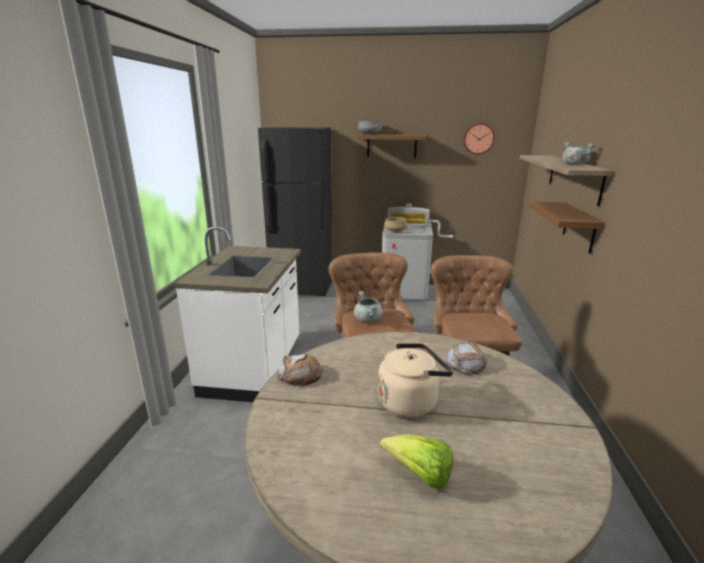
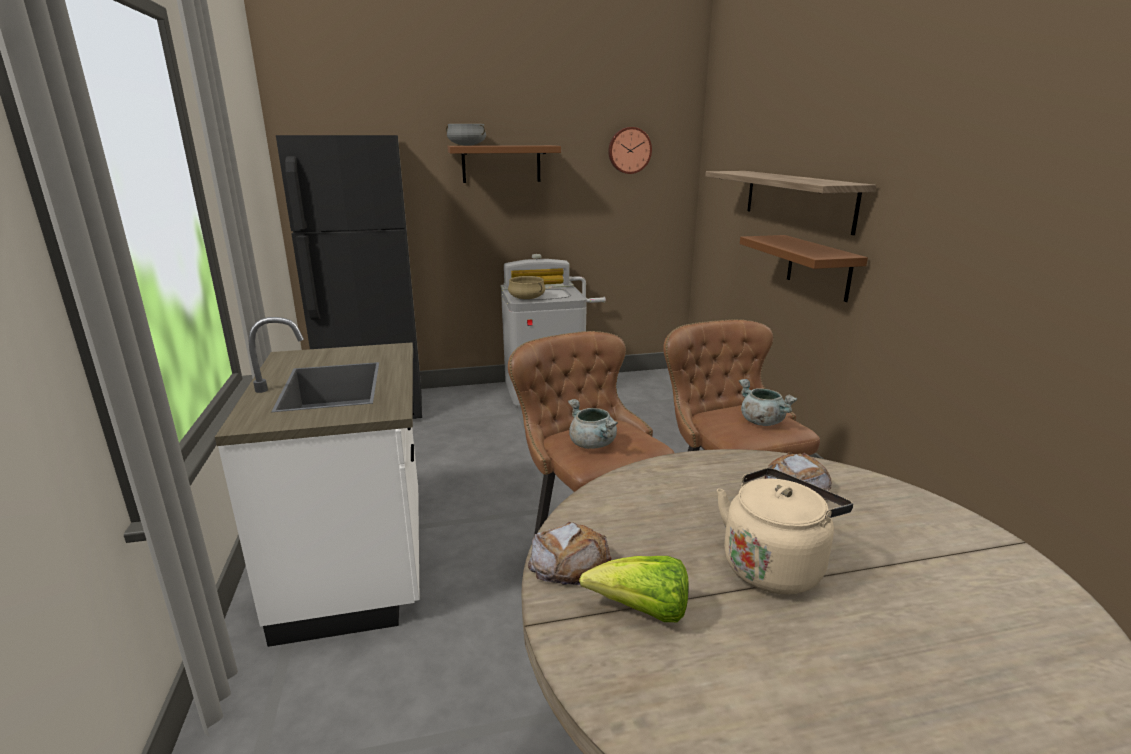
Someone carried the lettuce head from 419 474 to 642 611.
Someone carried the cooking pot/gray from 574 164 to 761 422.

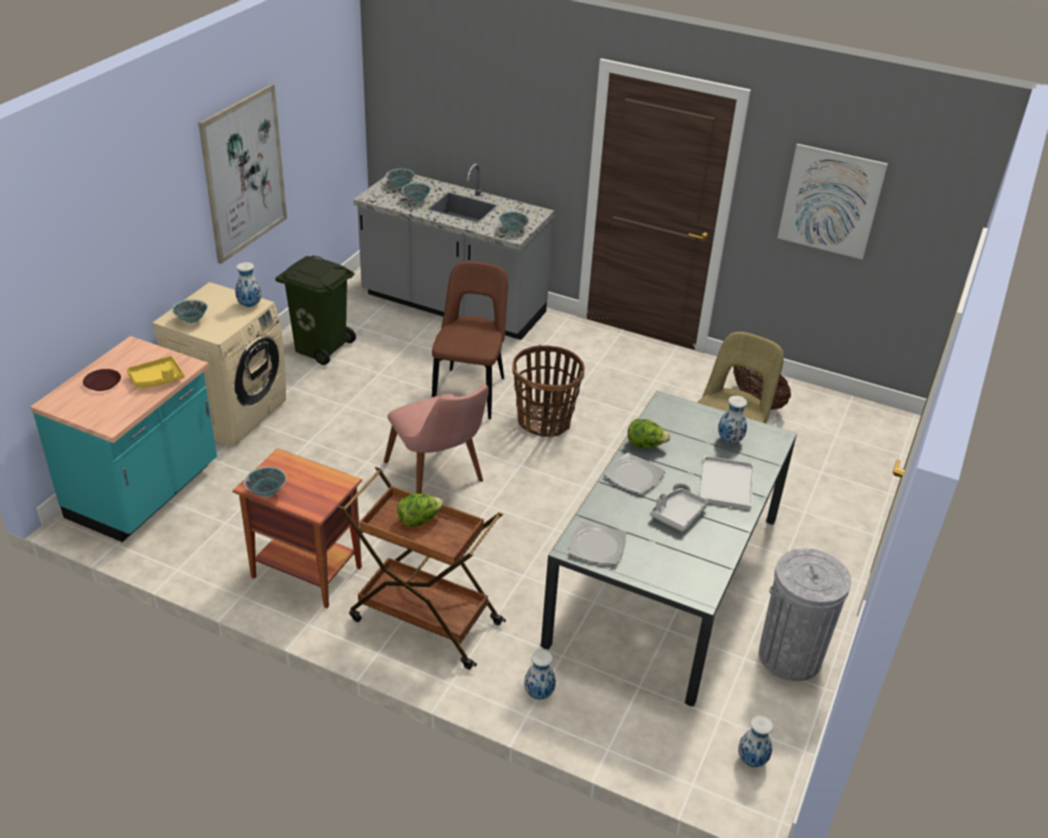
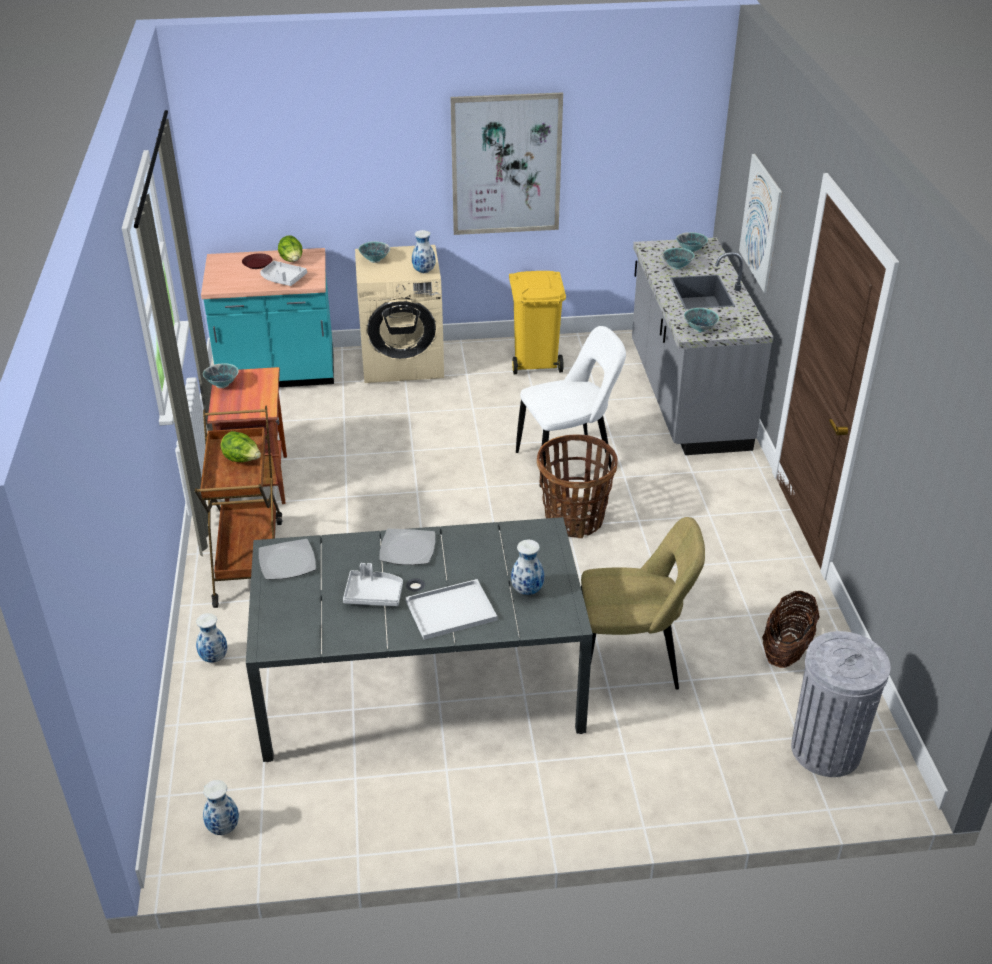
Someone took away the plain chair/pinkish at 440 478.
Someone carried the lettuce head from 645 445 to 292 261.
Someone carried the rubbish bin/gray from 790 656 to 826 749.
Someone carried the picture from 830 201 to 760 223.
Someone repainted the carrying tray/yellow at 157 379, which became the carrying tray/gray at 283 279.
Someone repainted the rubbish bin/greenish at 321 347, which became the rubbish bin/yellow at 536 362.
Someone repainted the plain chair/brown-coloured at 470 391, which became the plain chair/whitish at 568 460.

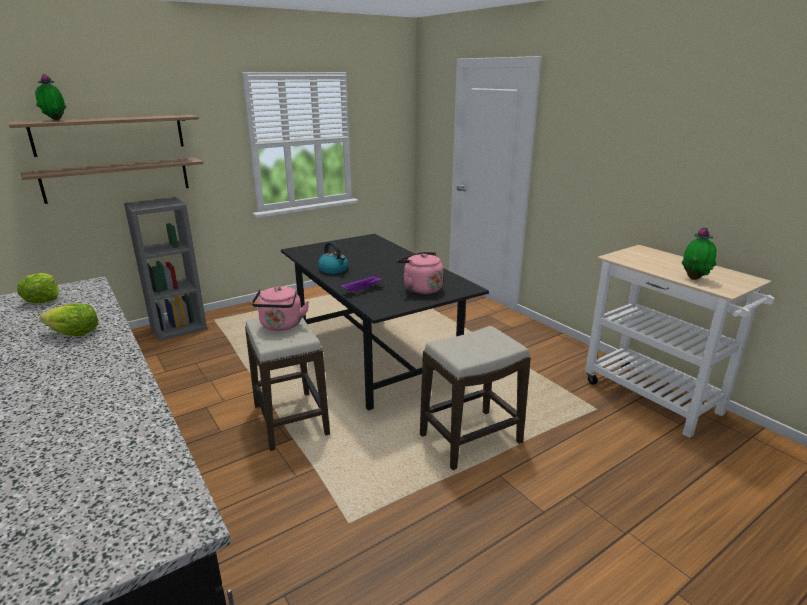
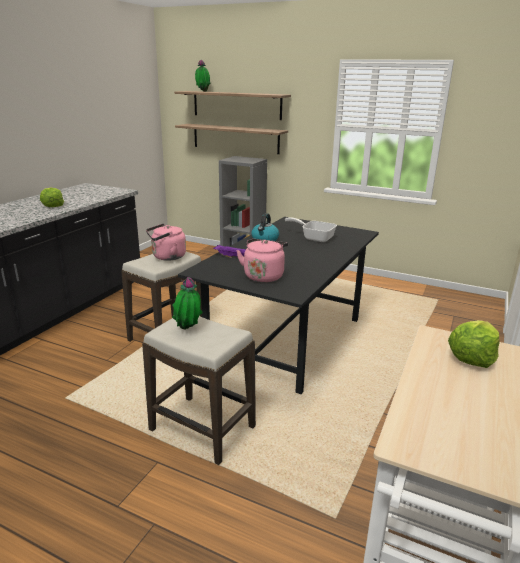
Someone put down the skillet at 314 238.
Someone carried the lettuce head from 42 299 to 472 356.
Someone carried the plant in a pot from 694 278 to 188 329.

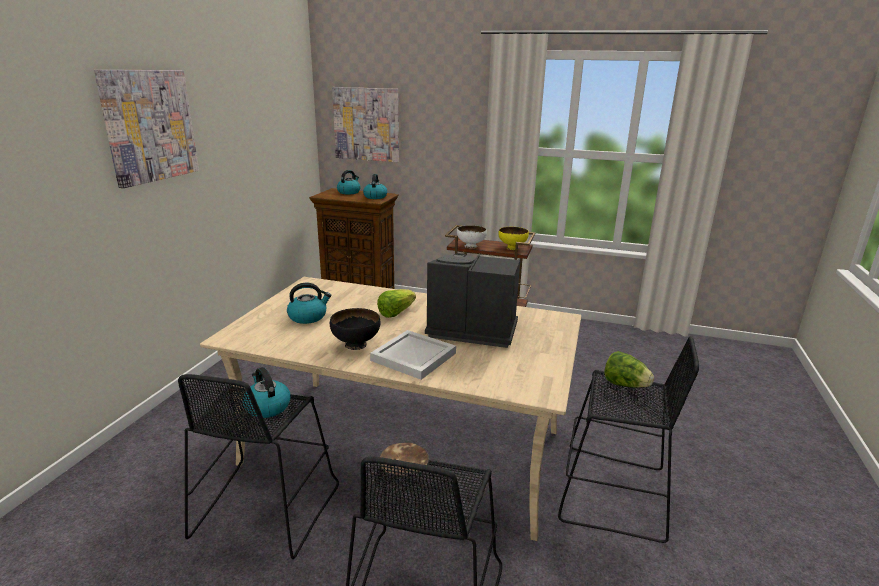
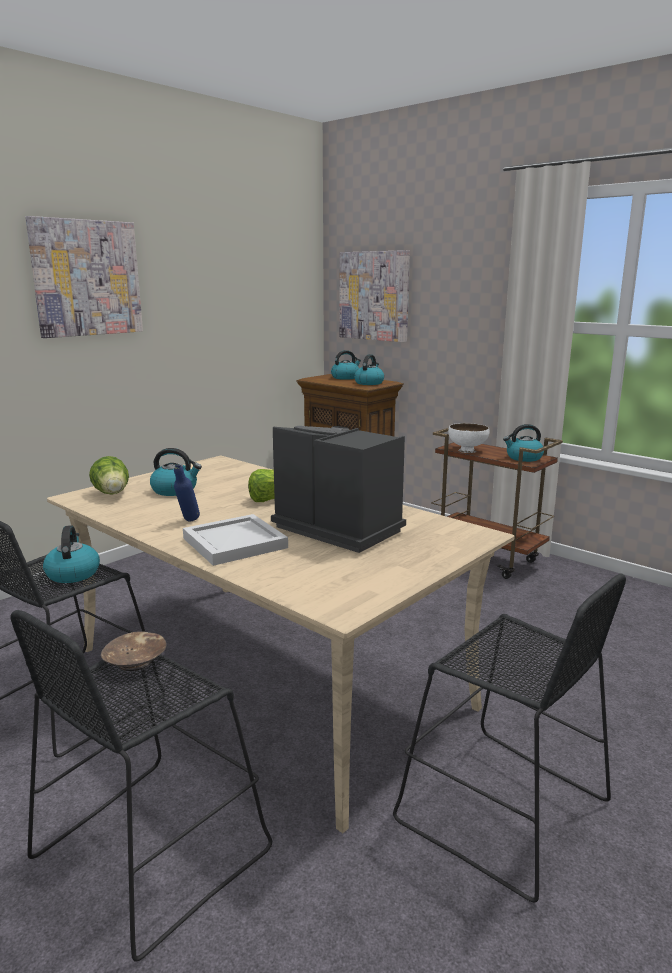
Someone carried the lettuce head from 625 385 to 112 494.
Someone swapped the deep dish/black-coloured at 356 345 for the beverage bottle/blue-coloured at 188 522.
Someone swapped the deep dish/yellow at 512 248 for the kettle at 523 458.

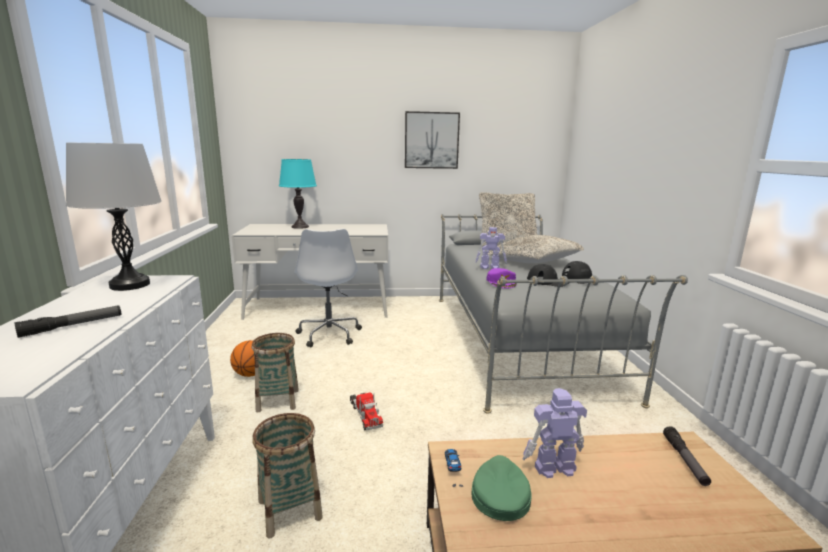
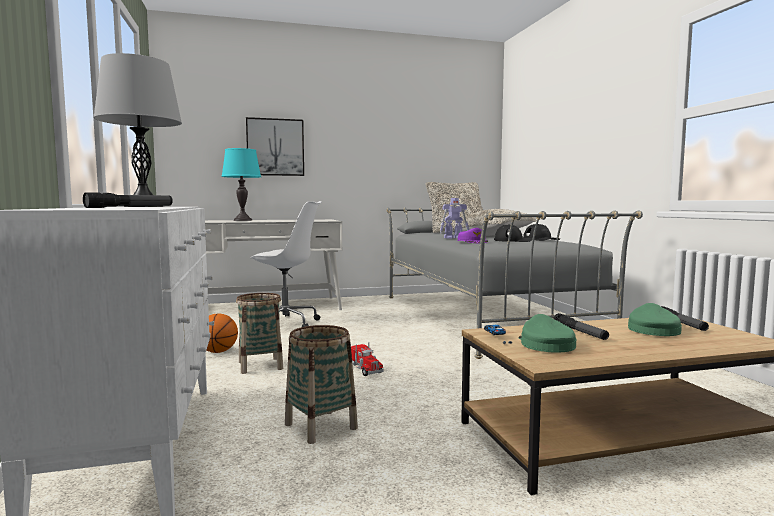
Someone put down the peaked cap/greenish at 652 329.
Someone carried the picture from 431 140 to 275 147.
Someone swapped the robot figure at 553 467 for the flashlight at 580 332.
Someone rotated the computer chair/whitish at 329 335 by 60 degrees counterclockwise.

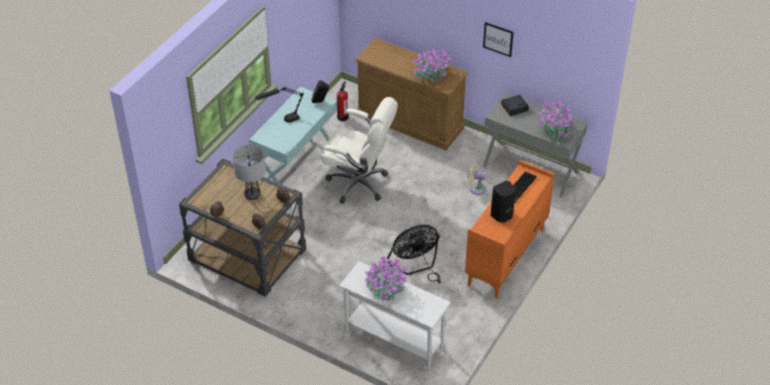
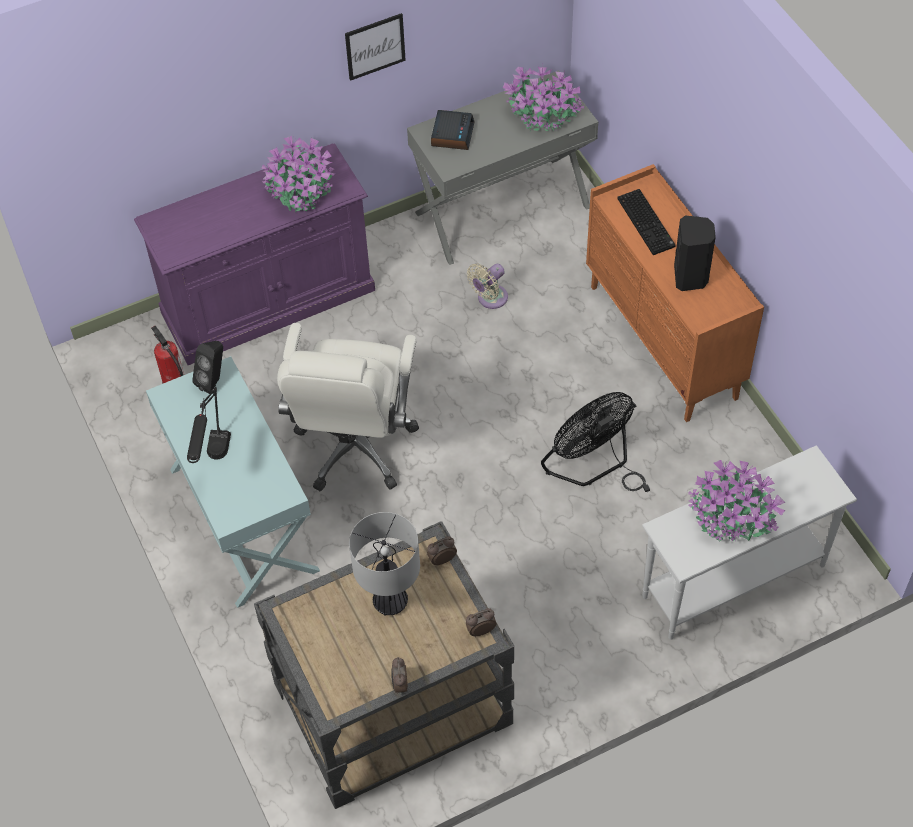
Someone repainted the cupboard/brown-coloured at 410 122, which became the cupboard/purple at 270 301.
Someone rotated the computer chair/whitish at 359 184 by 135 degrees clockwise.
Someone rotated the fan/black-coloured at 418 266 by 45 degrees clockwise.

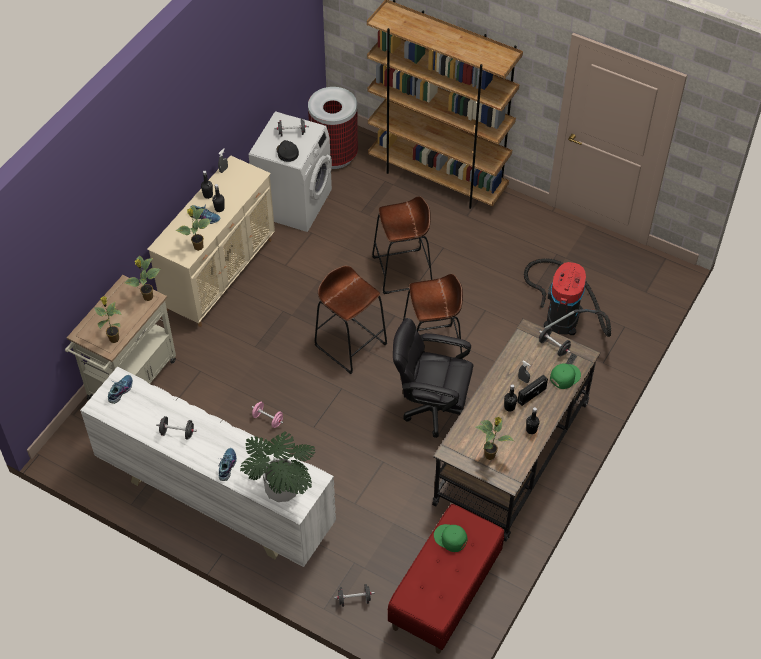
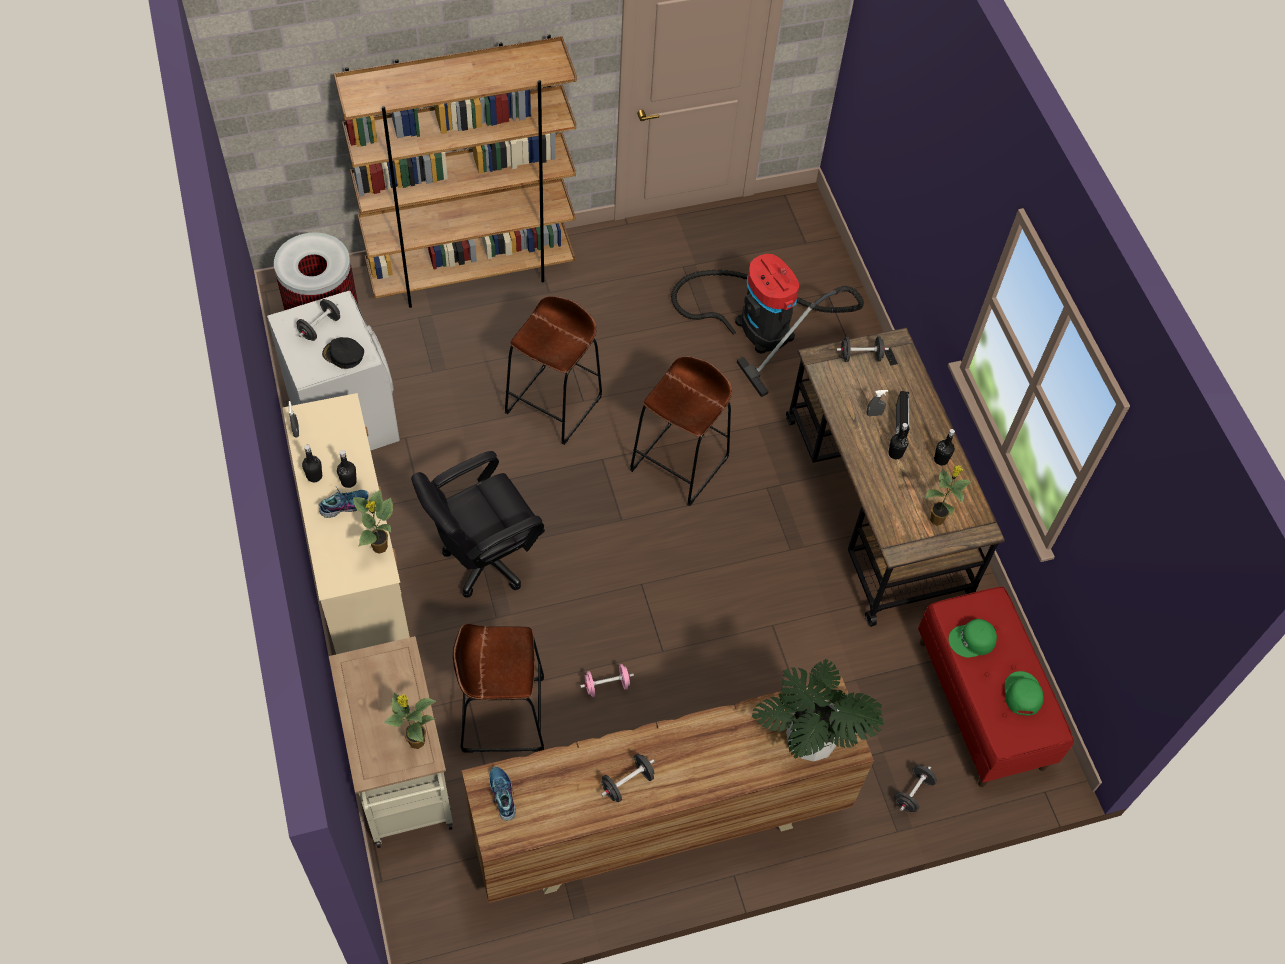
Someone took away the plant in a pot at 147 297.
Someone took away the shoe at 227 466.
Someone carried the sitting stool/brown-coloured from 350 344 to 502 714.
Someone carried the computer chair/black-coloured from 430 411 to 483 565.
Someone carried the peaked cap/greenish from 564 376 to 1022 694.
Someone repainted the cupboard/whitish at 214 501, which became the cupboard/brown-coloured at 658 827.

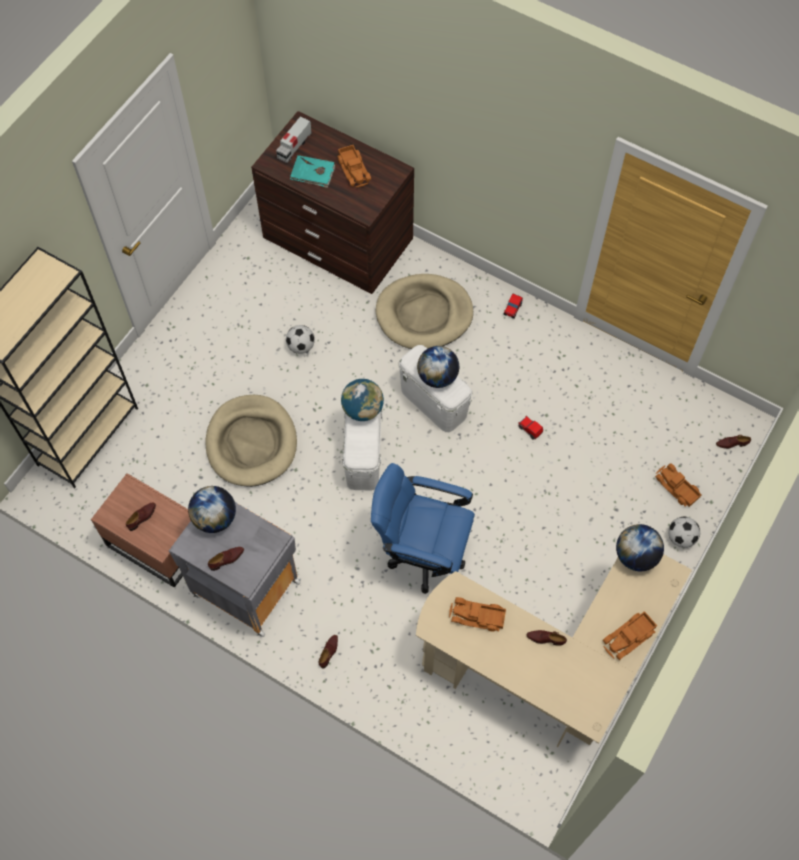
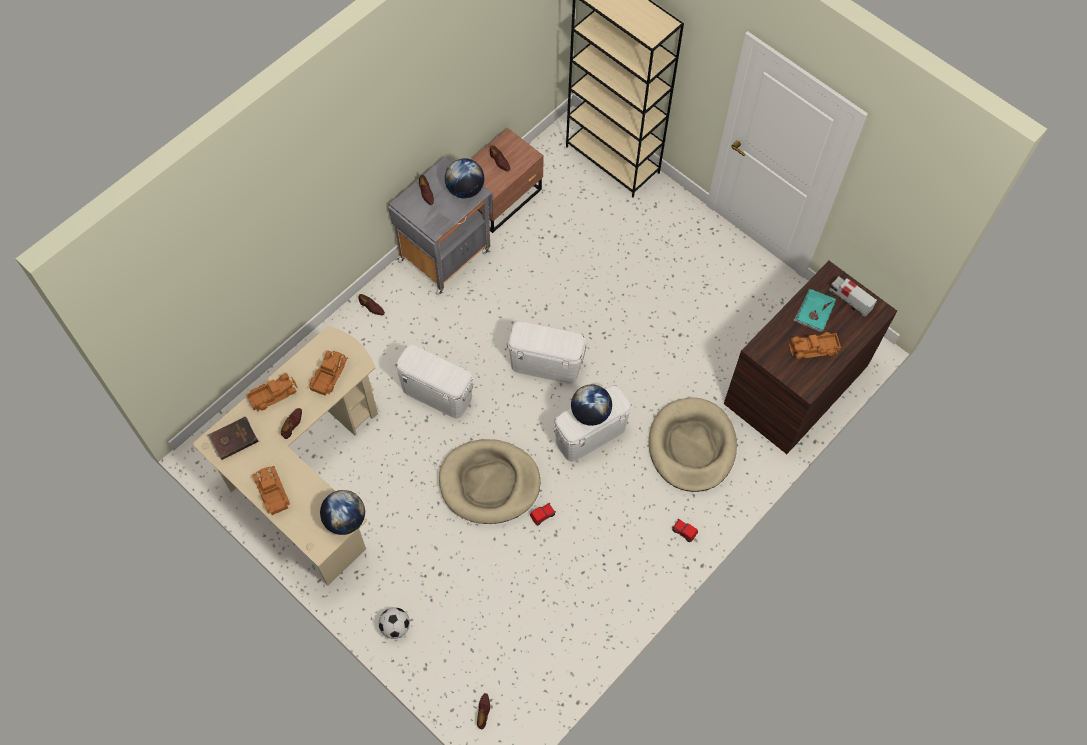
Someone took away the football ball at 301 346.
Someone took away the desk globe at 362 409.
Someone put down the book/brown-coloured at 233 438.
Someone carried the dog cushion/beige from 251 443 to 489 483.
Someone carried the toy truck from 676 488 to 272 394.
Someone swapped the computer chair/blue-coloured at 421 556 for the storage container/whitish at 437 393.

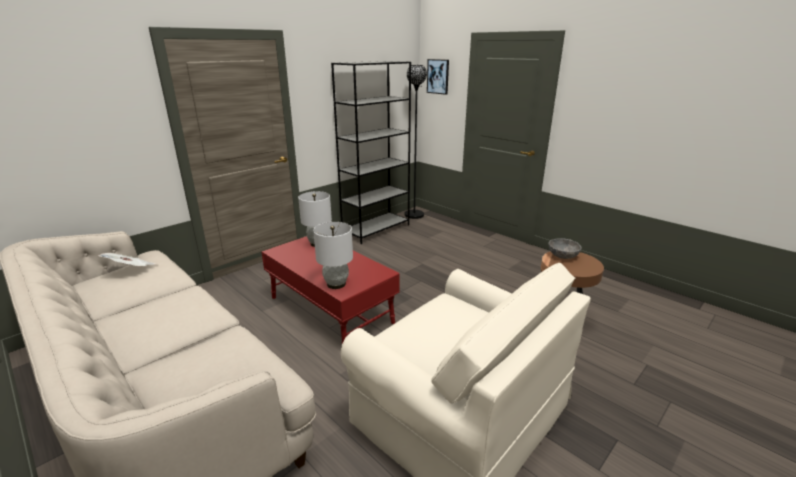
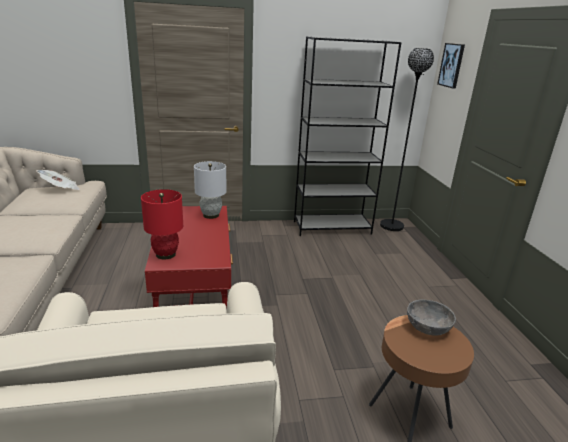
Someone repainted the table lamp/whitish at 336 284, which became the table lamp/red-coloured at 166 254.

